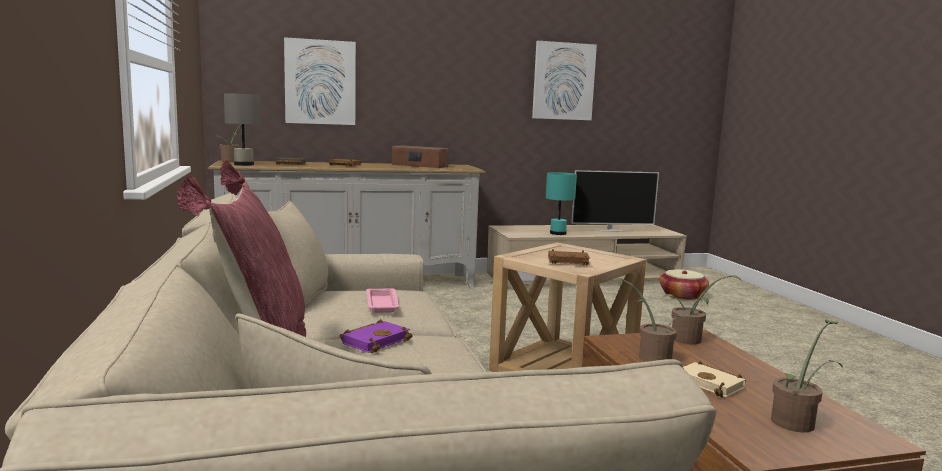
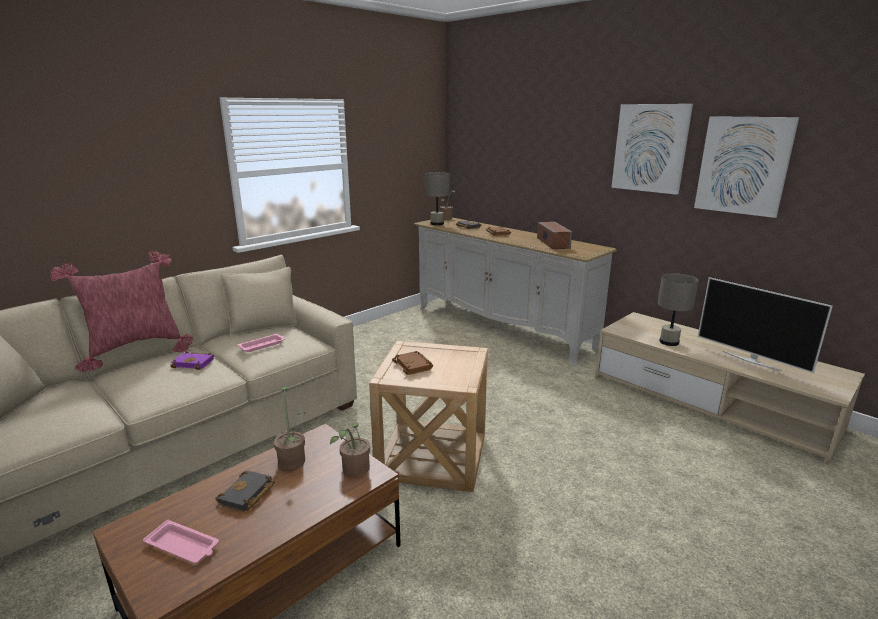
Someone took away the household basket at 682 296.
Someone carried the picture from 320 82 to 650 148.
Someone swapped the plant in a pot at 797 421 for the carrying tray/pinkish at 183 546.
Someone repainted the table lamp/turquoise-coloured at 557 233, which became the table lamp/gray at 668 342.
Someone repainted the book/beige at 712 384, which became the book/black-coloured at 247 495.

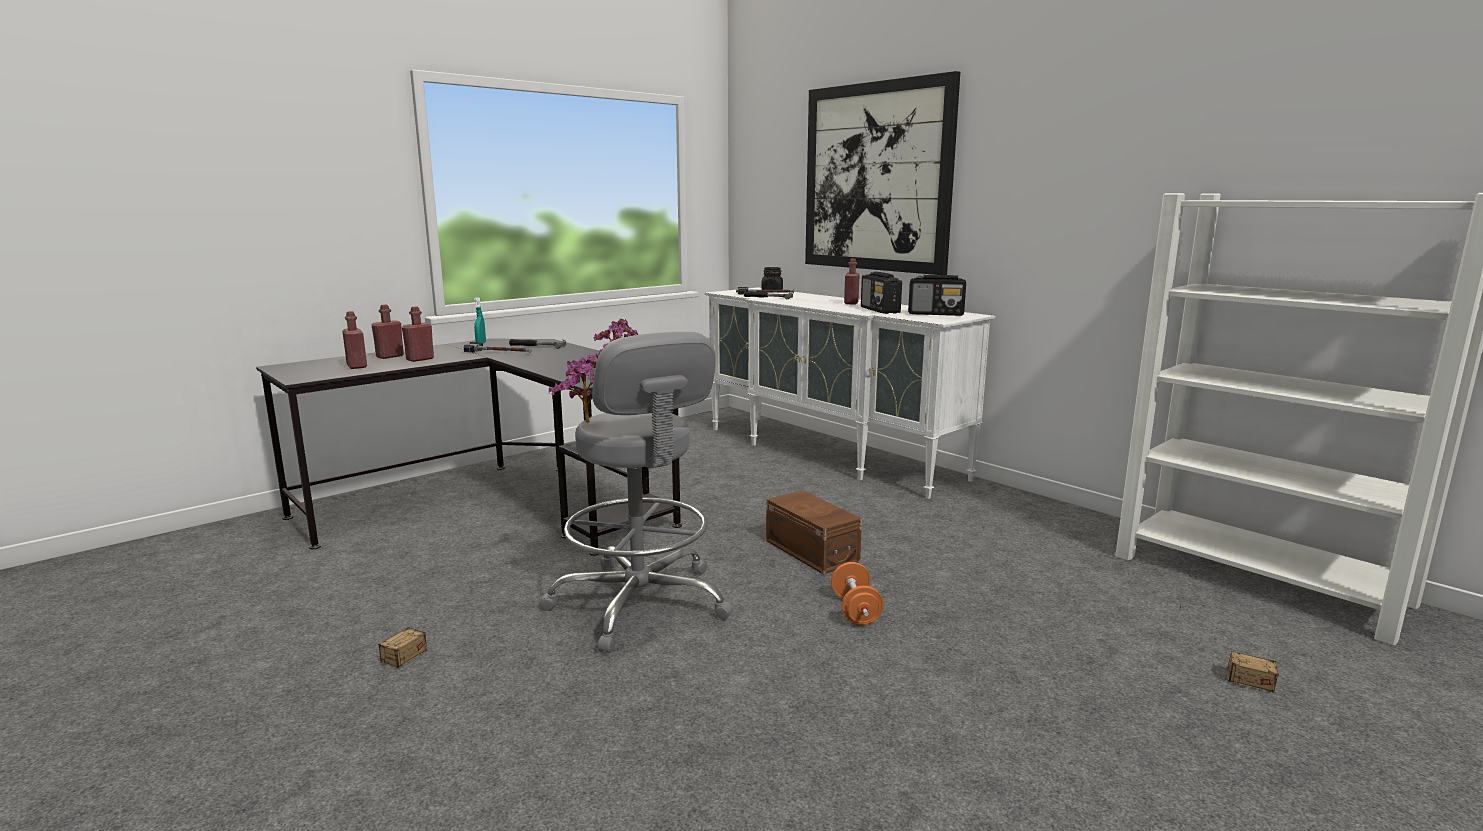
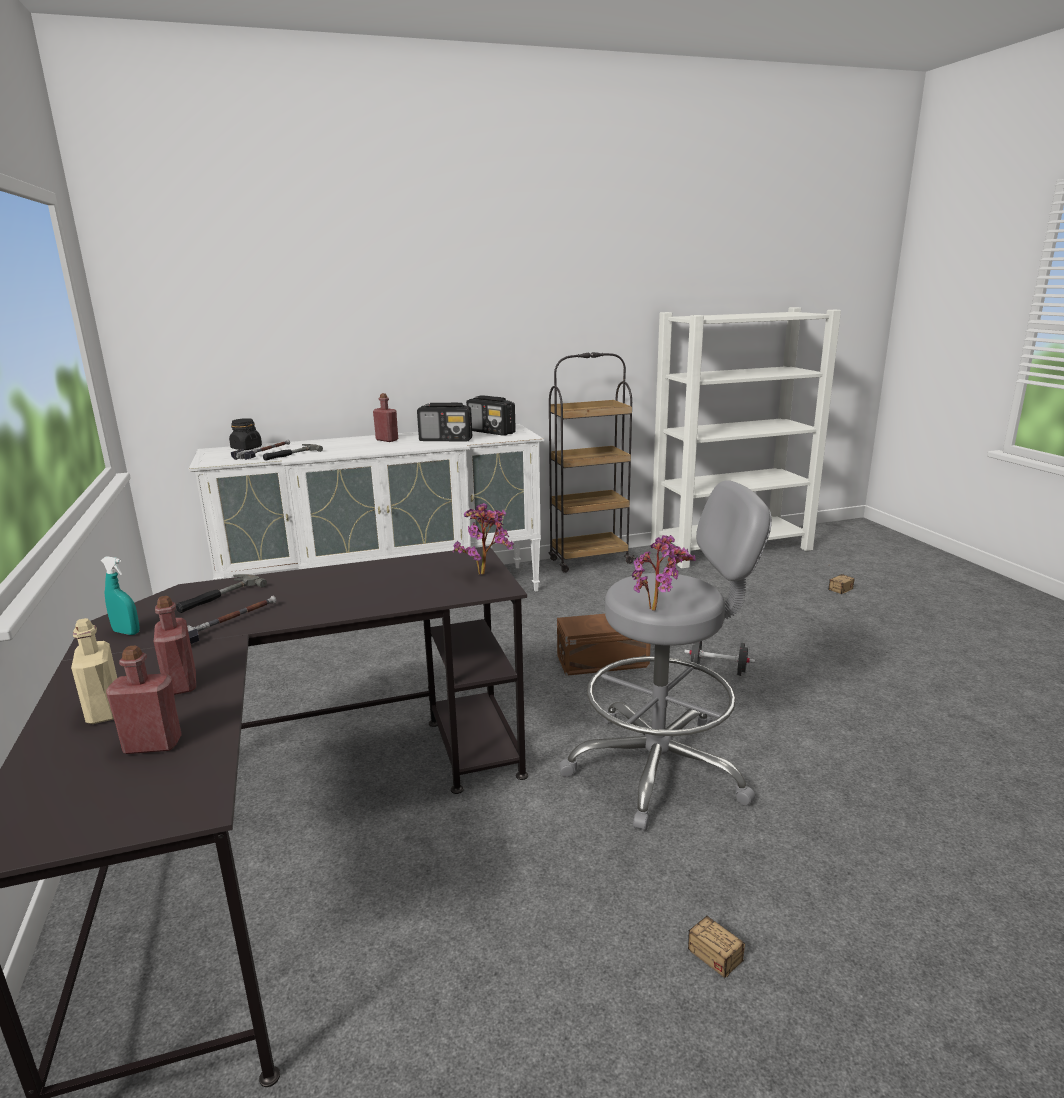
Someone took away the picture at 876 178.
Someone put down the trolley/brown-coloured at 589 562.
Someone repainted the beverage bottle/red-coloured at 390 356, which became the beverage bottle/beige at 104 711.
Someone repainted the hand weight/orange at 855 611, which became the hand weight/black-coloured at 718 670.
Someone rotated the radio receiver at 936 314 by 90 degrees clockwise.

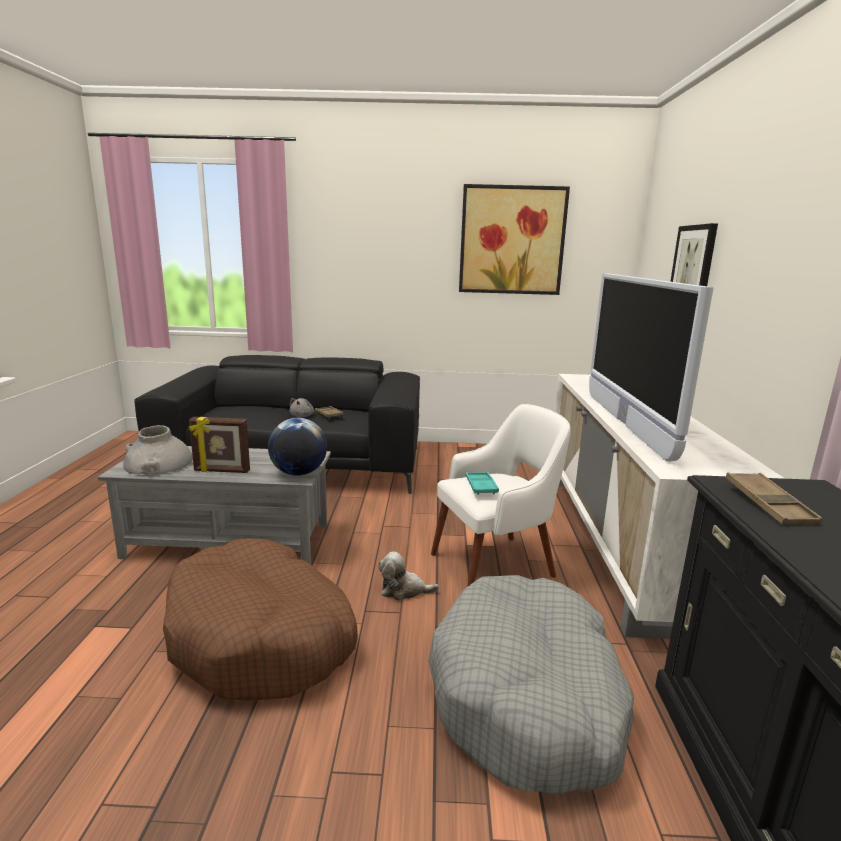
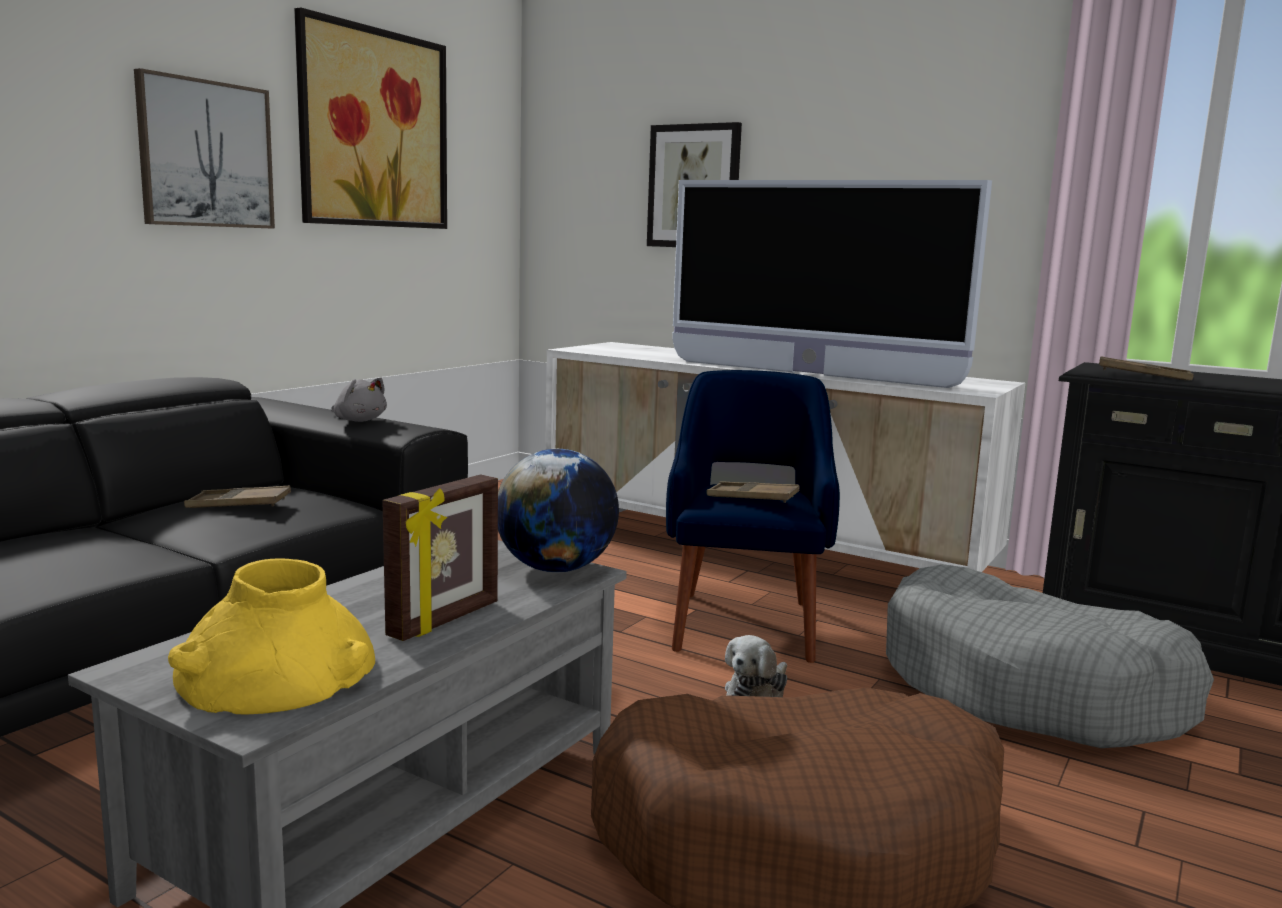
Someone put up the picture at 206 154.
Someone carried the plush toy/gray from 302 416 to 359 420.
Someone repainted the vase/gray at 158 464, which became the vase/yellow at 278 673.
Someone repainted the easy chair/whitish at 495 564, which became the easy chair/blue-coloured at 744 623.
Someone repainted the carrying tray/turquoise-coloured at 481 486, which became the carrying tray/brown-coloured at 752 498.

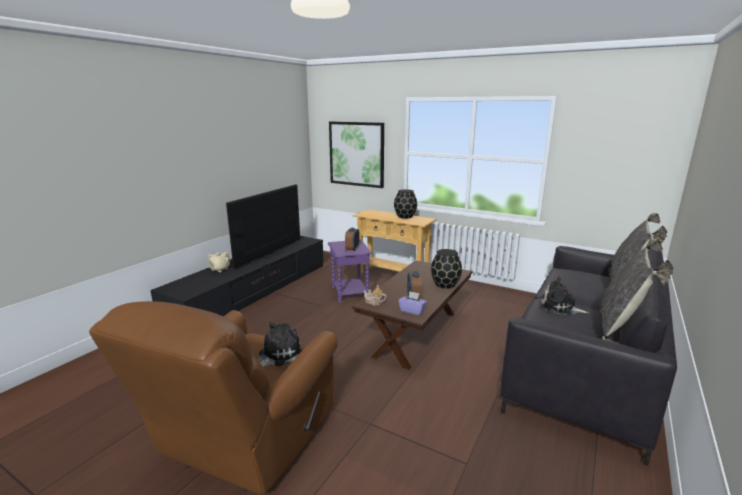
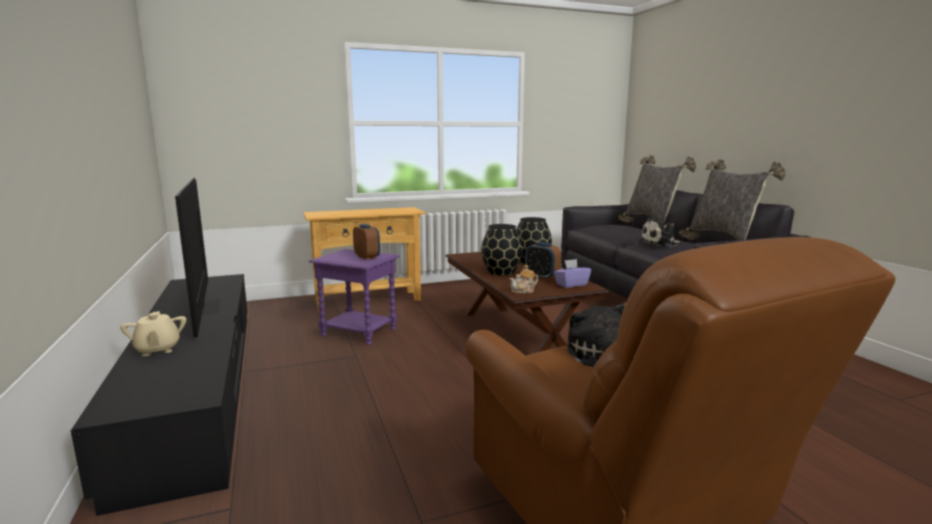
Someone took away the picture at 356 154.
Someone carried the vase/black-coloured from 404 216 to 501 272.

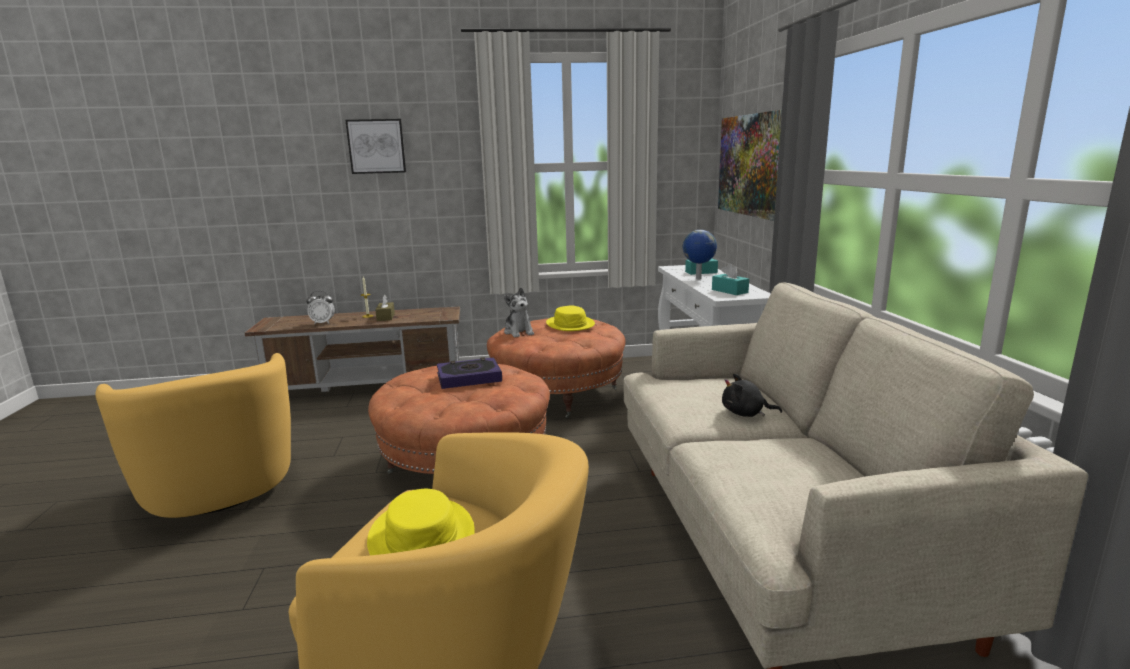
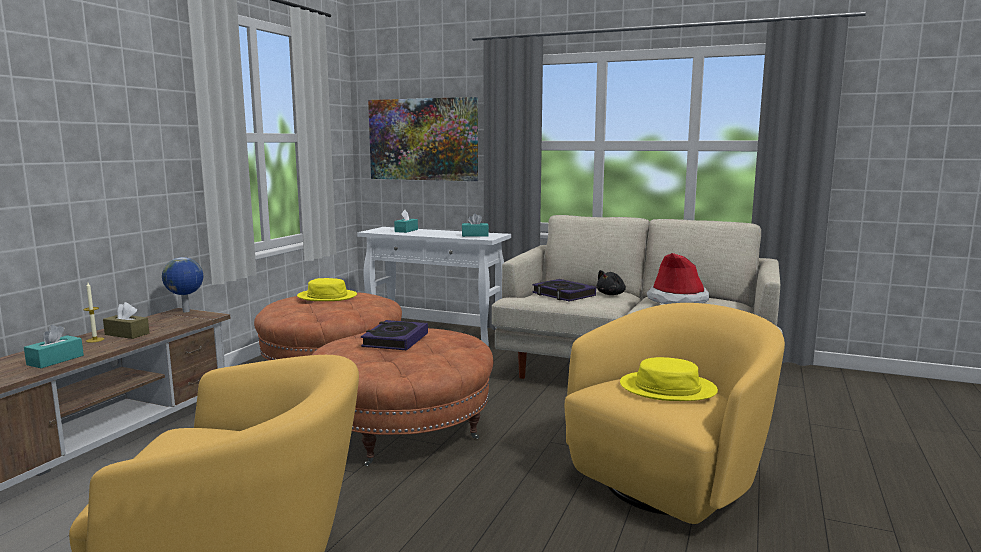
Someone took away the picture at 376 146.
Someone took away the plush toy at 519 332.
Someone put down the book at 563 294.
Someone put down the clothing hat at 677 300.
Someone carried the desk globe from 698 278 to 186 311.
Someone swapped the bedside clock at 323 323 for the box of tissues/turquoise-coloured at 55 360.

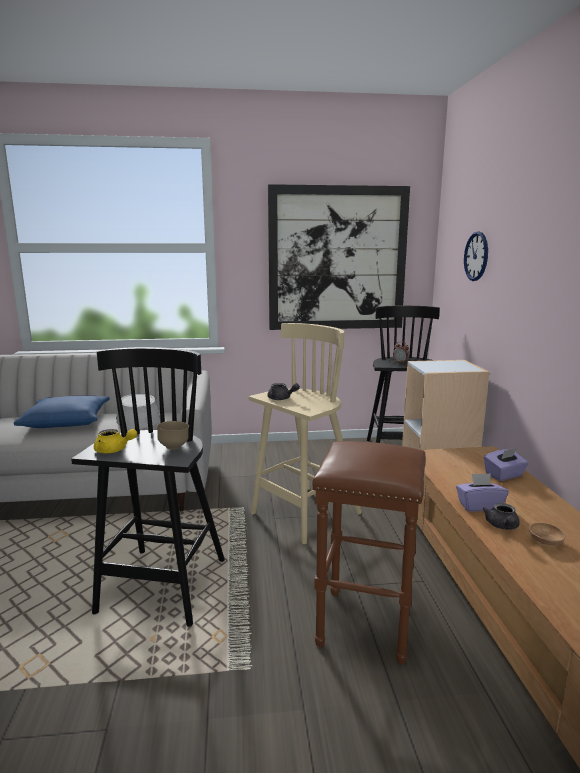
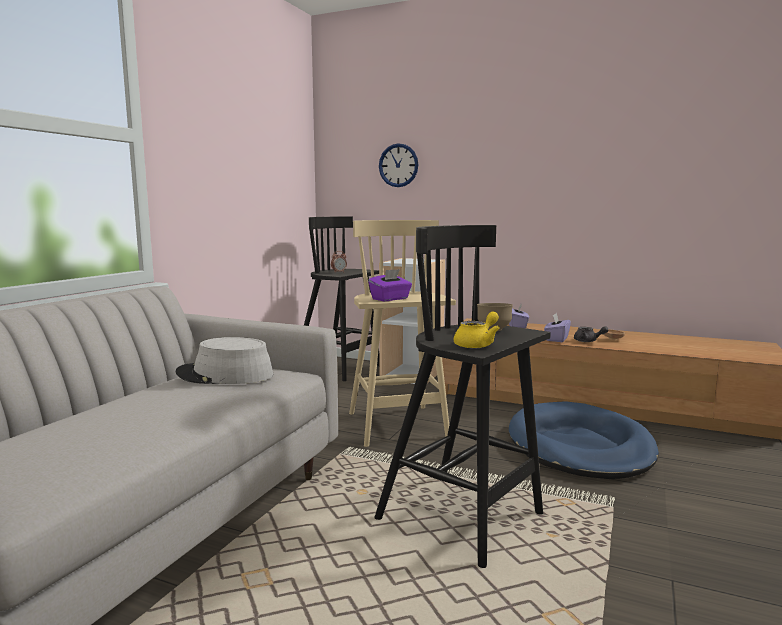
Someone took away the pillow/blue-coloured at 66 420.
Someone took away the picture at 337 259.
Someone swapped the pot for tea/gray at 281 399 for the box of tissues/purple at 390 299.
Someone swapped the sitting stool/brown-coloured at 362 625 for the dog cushion/blue-coloured at 579 446.

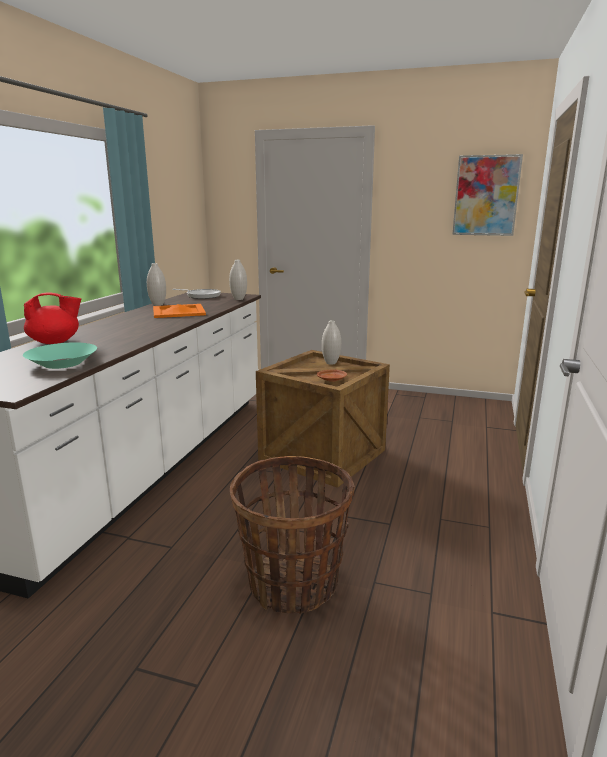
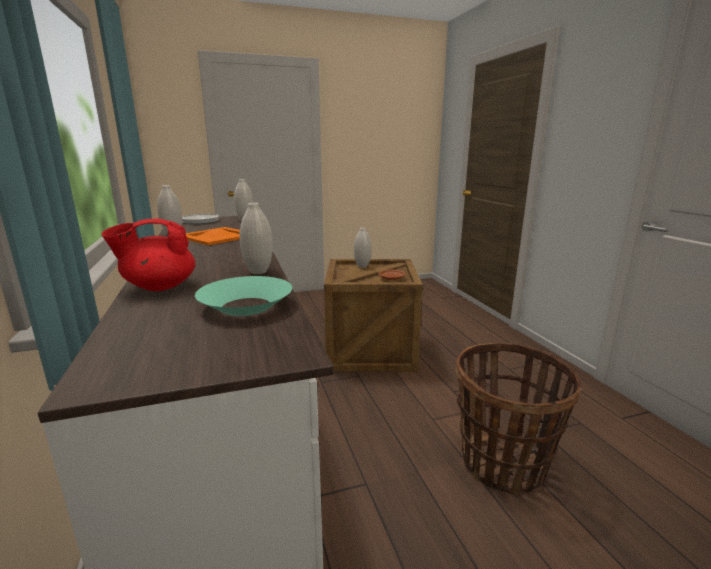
Someone took away the picture at 486 196.
Someone put down the vase/whitish at 258 272.
Someone rotated the pot for tea/red-coloured at 55 342 by 150 degrees counterclockwise.

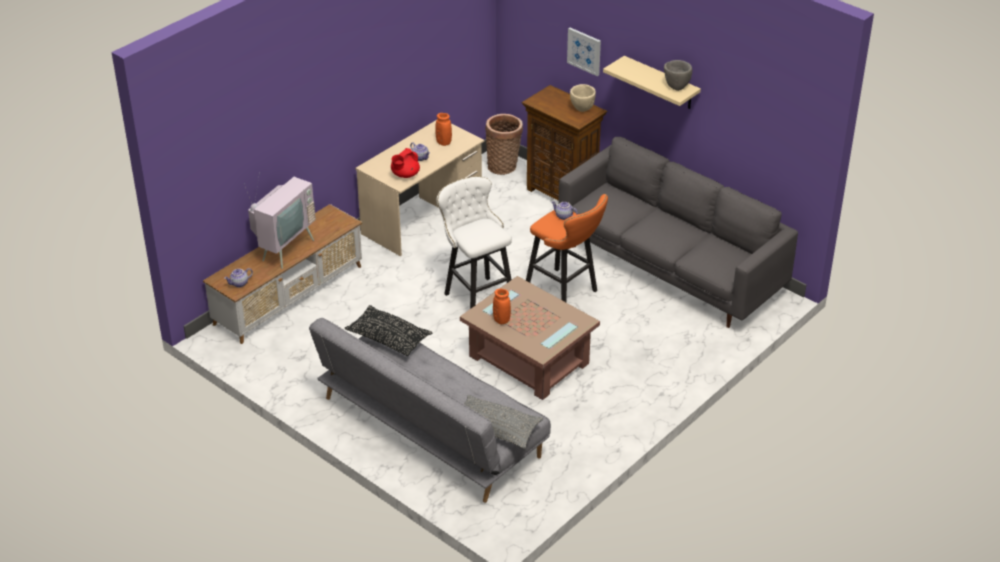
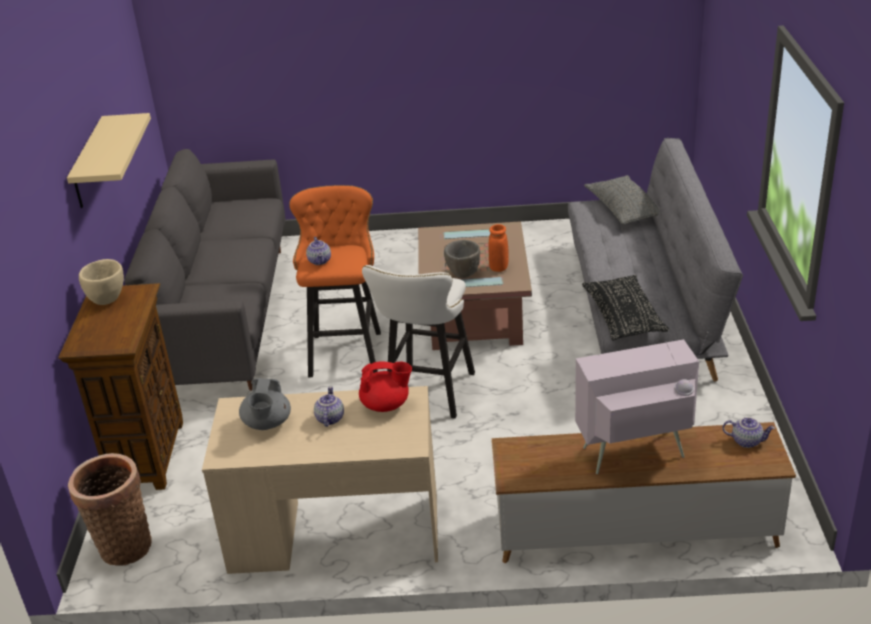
Someone took away the picture at 584 51.
Someone carried the deep dish/gray from 676 86 to 463 274.
Someone swapped the vase/orange at 443 142 for the pot for tea/gray at 267 423.

